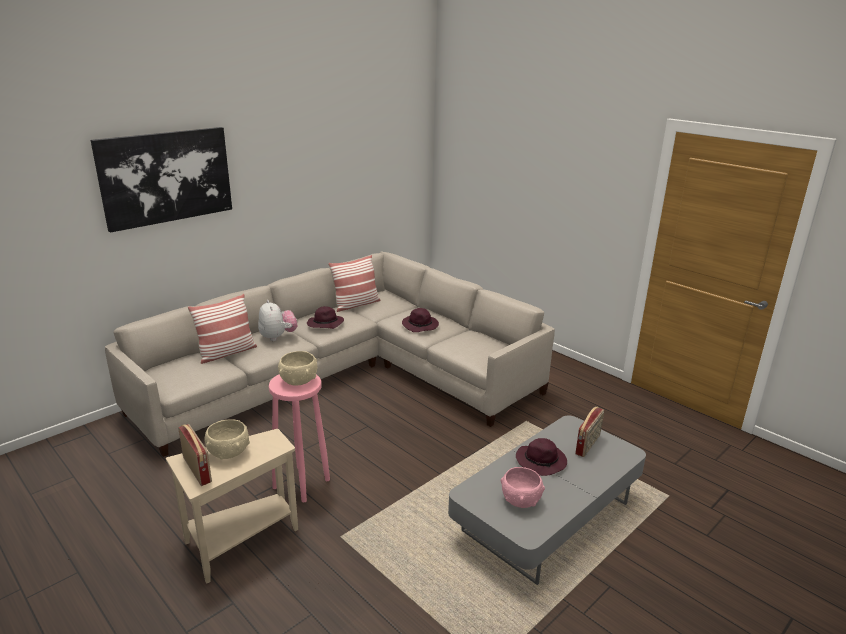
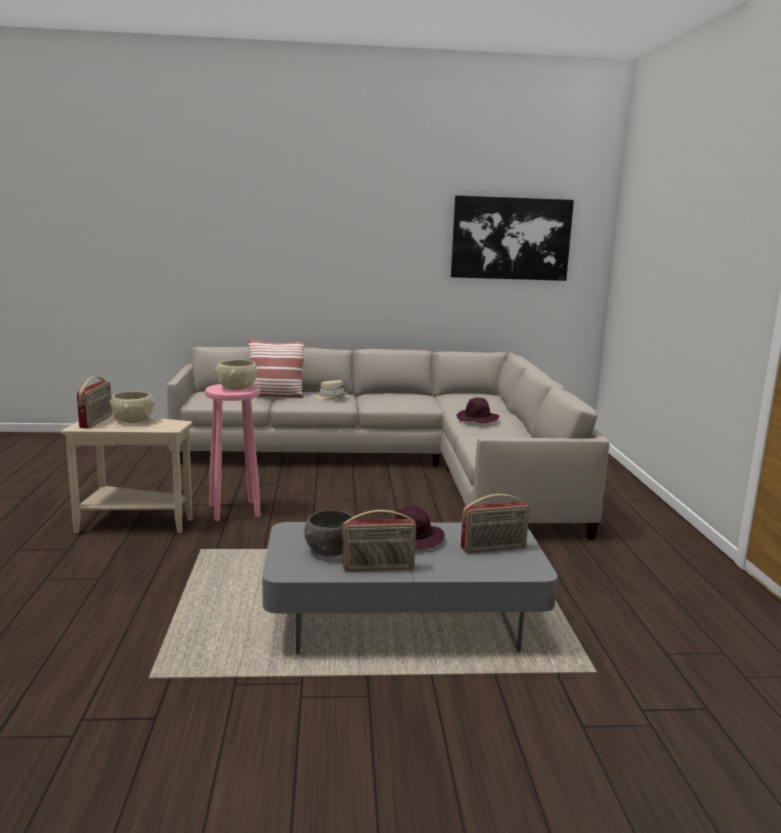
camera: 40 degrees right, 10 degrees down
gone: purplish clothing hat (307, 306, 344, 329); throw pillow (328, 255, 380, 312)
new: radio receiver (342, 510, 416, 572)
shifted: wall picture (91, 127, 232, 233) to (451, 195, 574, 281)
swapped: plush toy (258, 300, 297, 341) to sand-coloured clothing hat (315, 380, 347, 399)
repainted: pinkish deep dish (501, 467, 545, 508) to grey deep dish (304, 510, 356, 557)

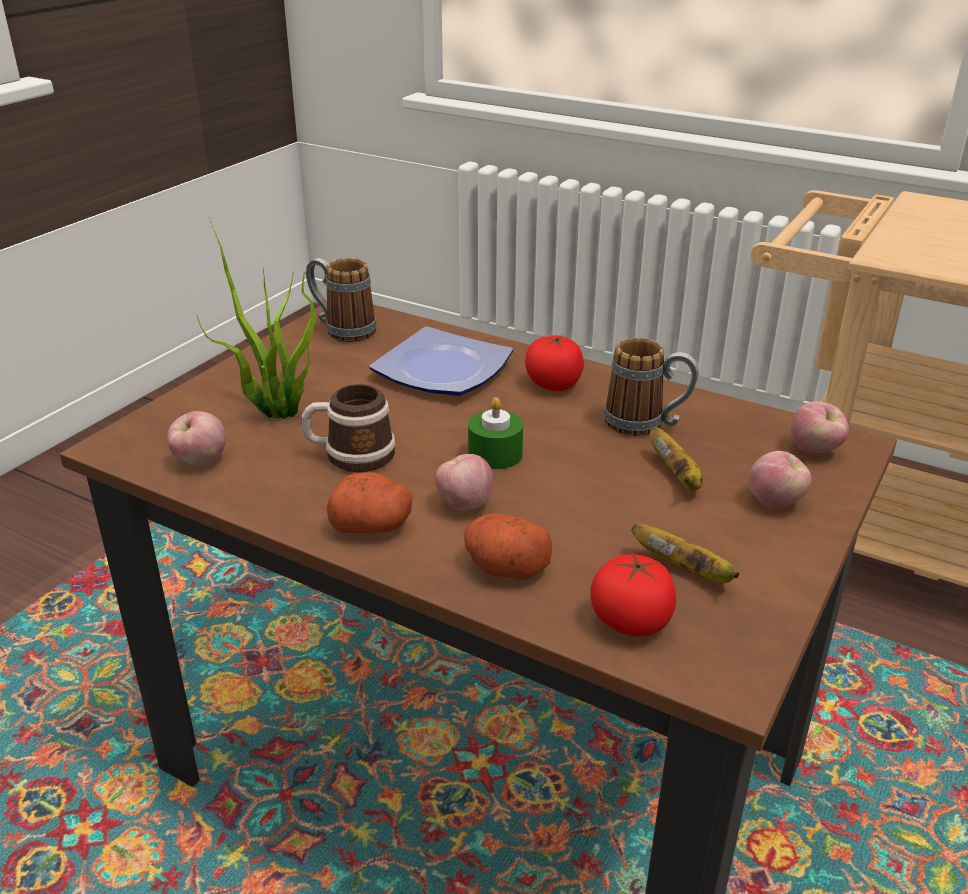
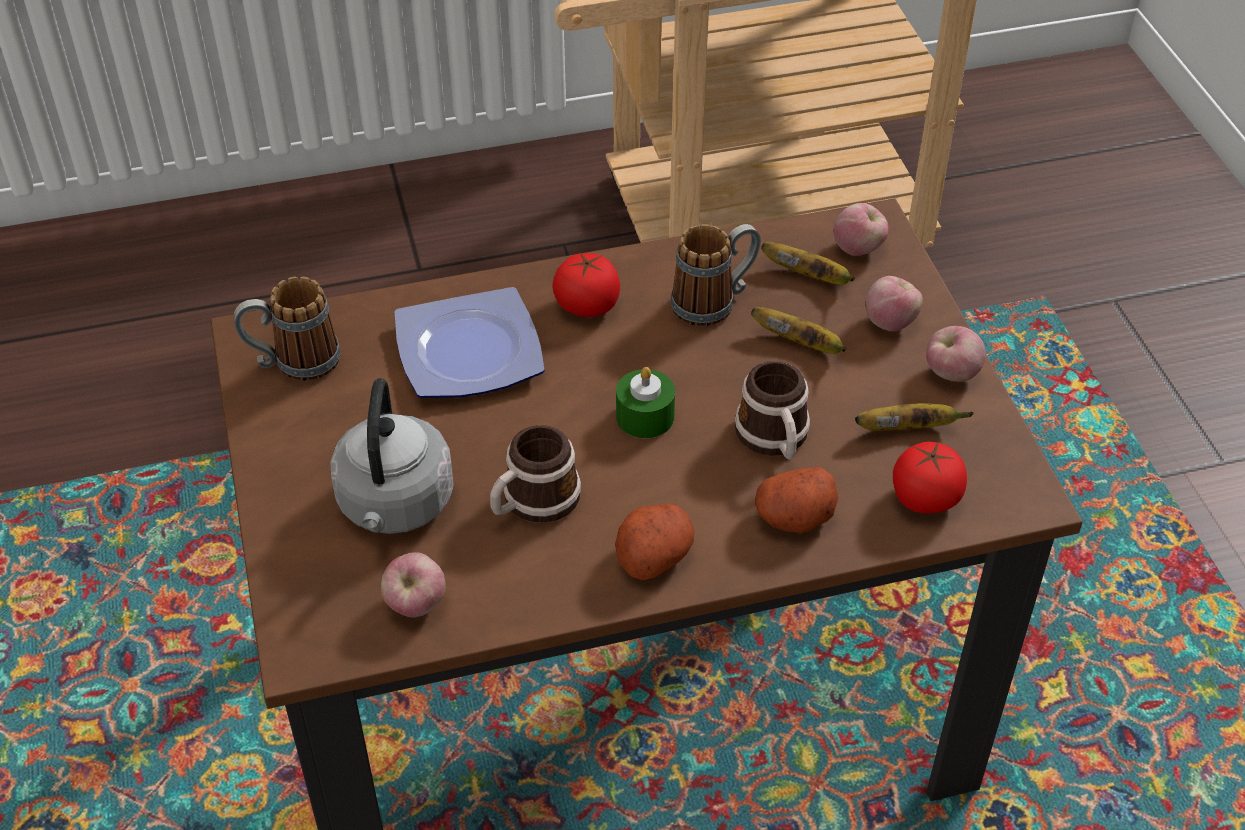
camera: 45 degrees left, 15 degrees up
new: coffee mug (735, 361, 810, 460); whole banana (761, 242, 855, 285)
shifted: apple fruit (435, 454, 494, 511) to (926, 326, 986, 382)
swapped: plant in a pot (197, 217, 316, 419) to grey kettle (330, 378, 454, 534)

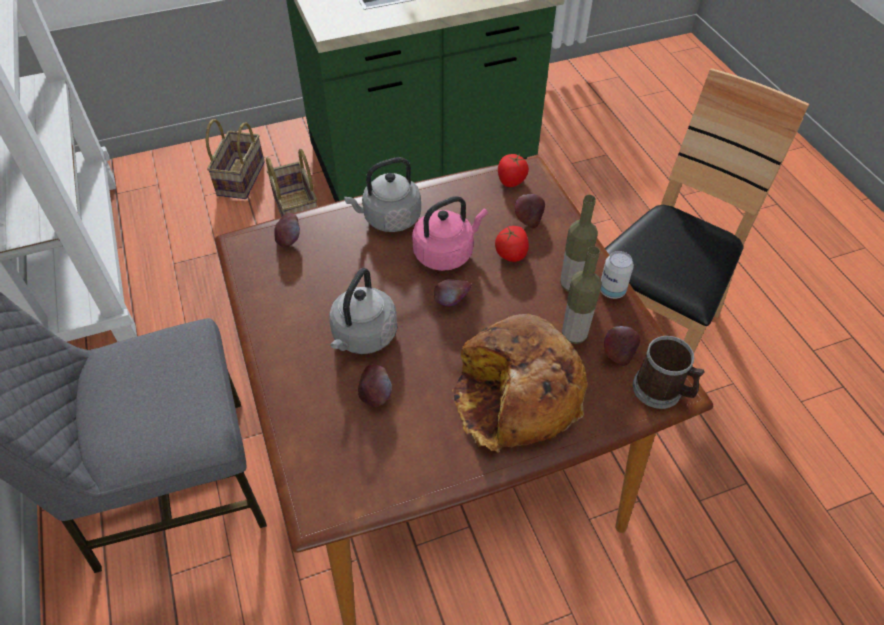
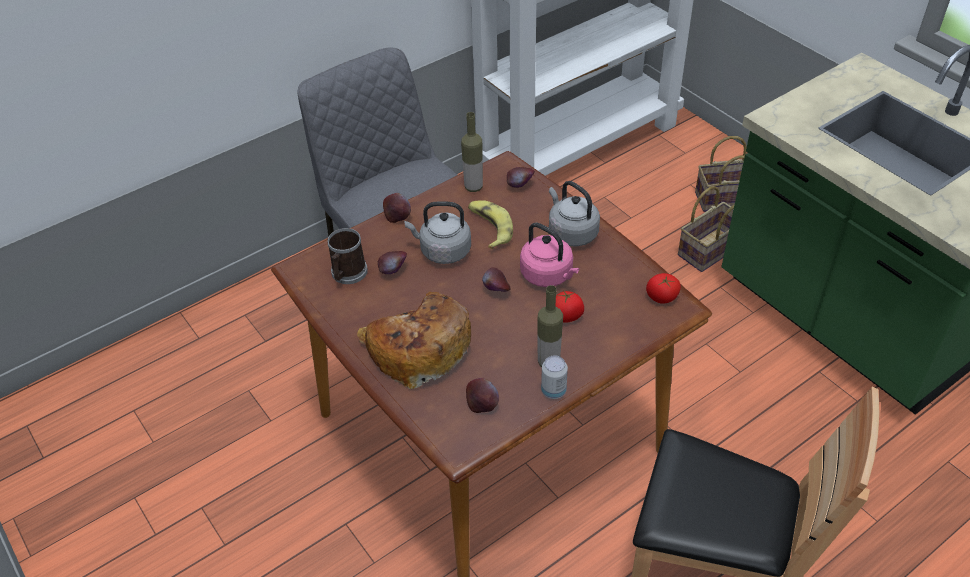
camera: 75 degrees right, 5 degrees down
new: whole banana (468, 200, 513, 249)
shifted: apple fruit (515, 194, 545, 228) to (383, 193, 411, 223); drink bottle (562, 246, 602, 344) to (461, 112, 483, 192); coffee mug (633, 336, 705, 409) to (327, 228, 368, 284)

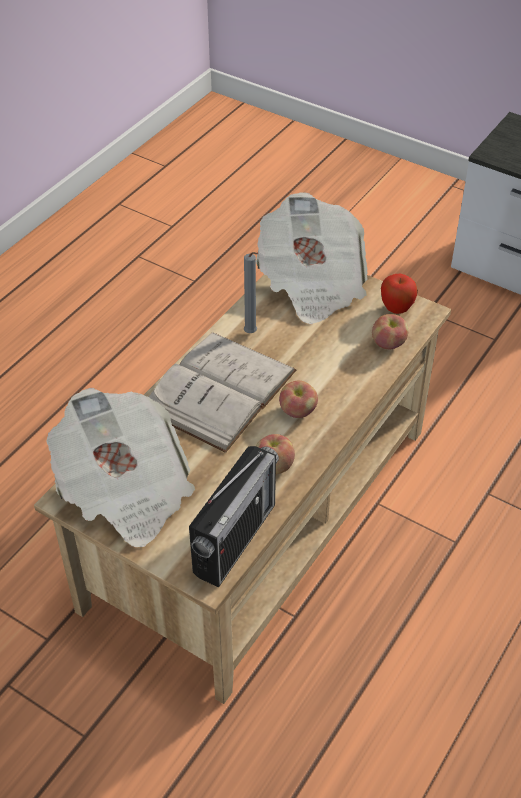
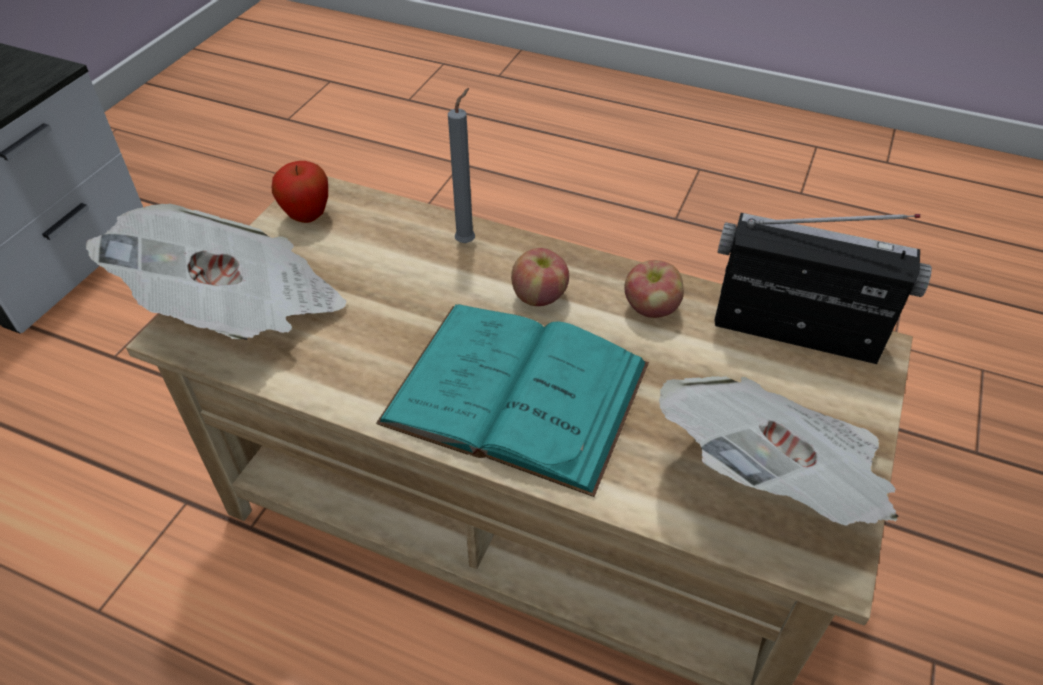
camera: 100 degrees left, 0 degrees up
gone: apple fruit (372, 314, 409, 349)
shifted: grey wax light (244, 252, 258, 333) to (448, 88, 475, 243)
repainted: white-coloured bound book (149, 332, 296, 453) to turquoise bound book (376, 304, 649, 497)

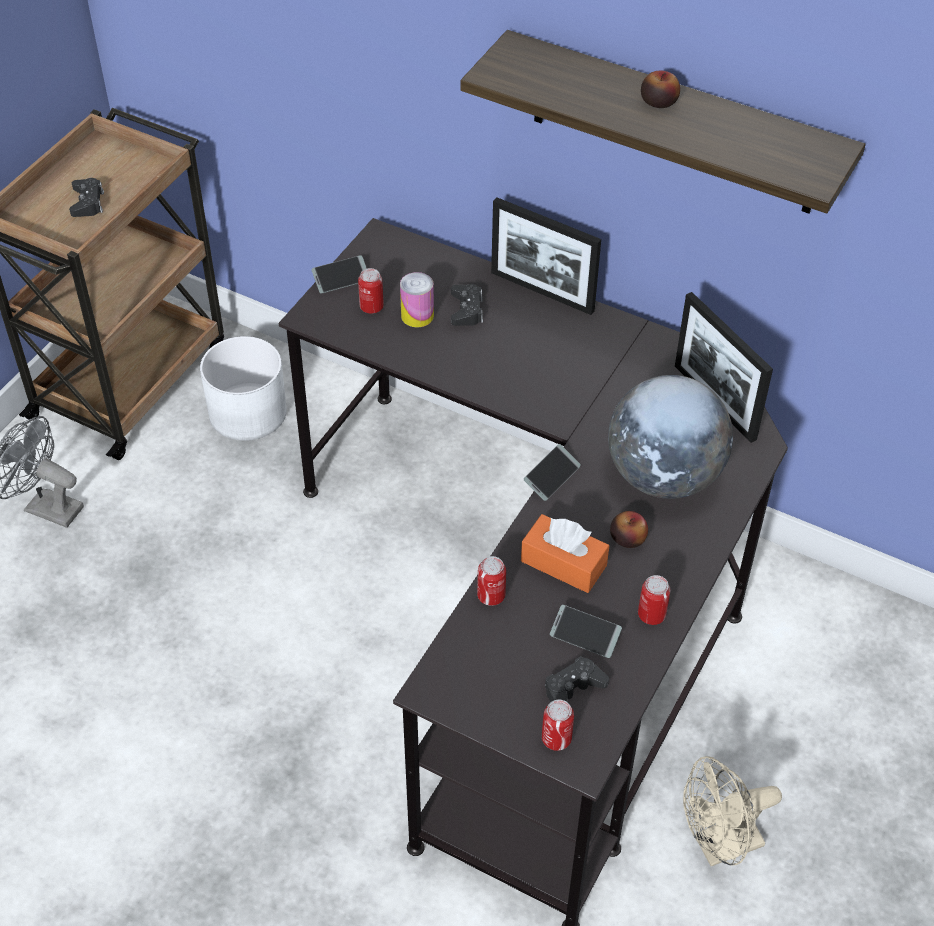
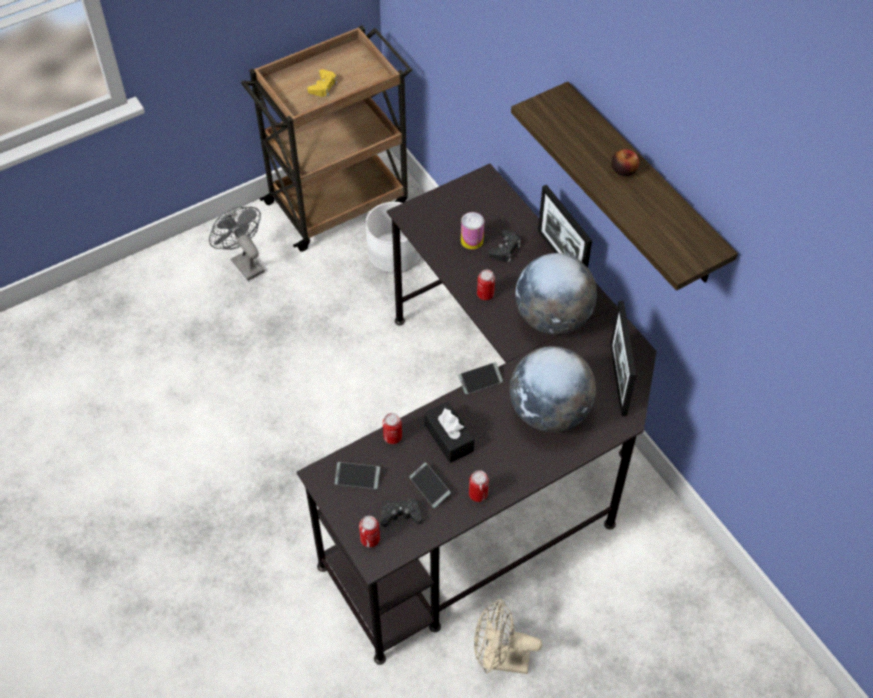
camera: 30 degrees right, 5 degrees up
gone: apple fruit (610, 511, 648, 548)
new: globe (515, 253, 597, 335)
shifted: phone (311, 255, 367, 293) to (335, 462, 380, 489); metal can (358, 268, 384, 314) to (477, 270, 495, 300)
repainted: blackish joypad (69, 178, 104, 217) to yellowish joypad (307, 69, 337, 97); orange-coloured tissue holder (521, 514, 609, 593) to blackish tissue holder (424, 402, 474, 463)

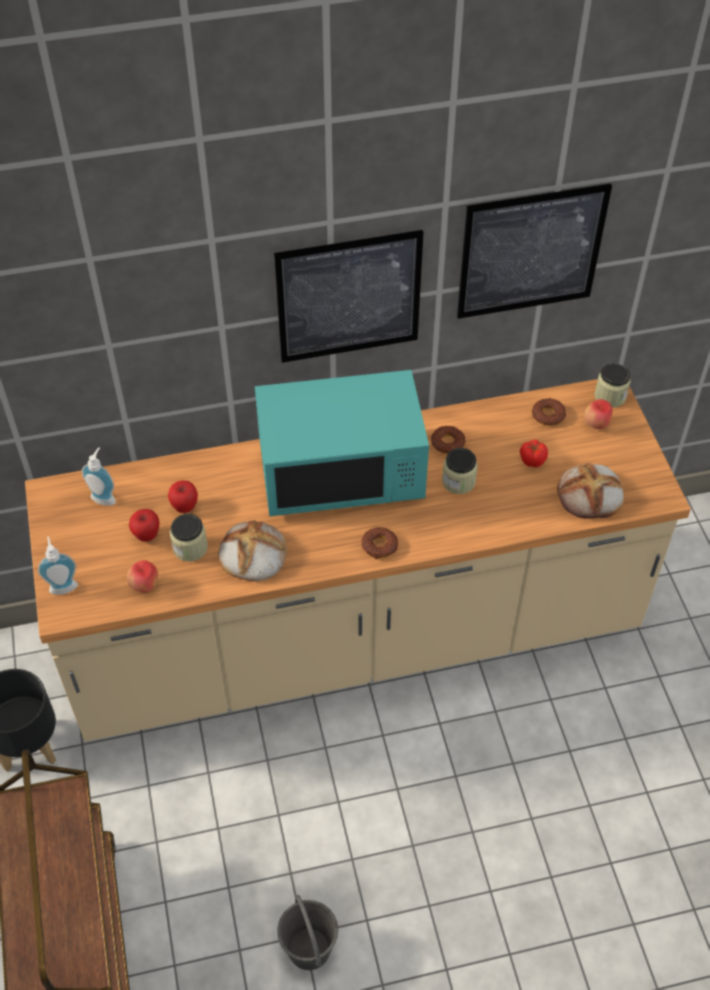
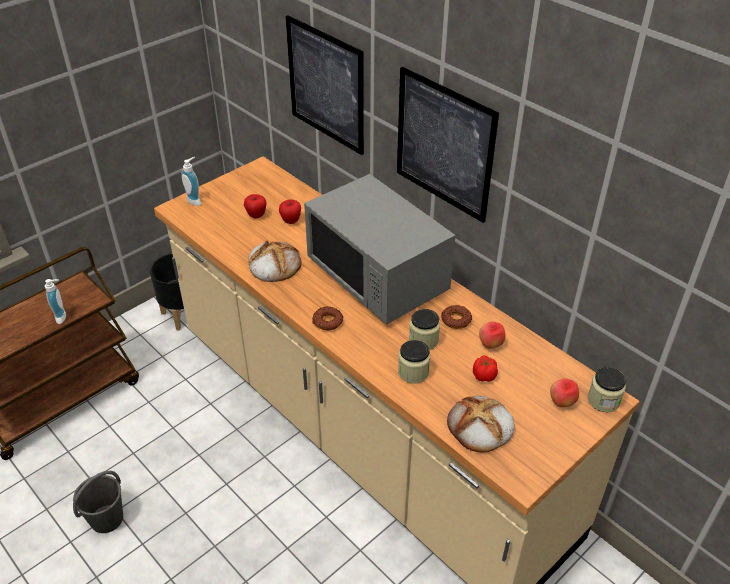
camera: 60 degrees right, 10 degrees down
gone: doughnut (532, 398, 566, 426)
shifted: soap dispenser (82, 448, 116, 505) to (45, 279, 66, 324); apple fruit (127, 560, 158, 593) to (479, 322, 505, 349); preserve jar (170, 514, 208, 562) to (398, 340, 430, 384); wall picture (457, 184, 612, 319) to (286, 15, 364, 155)
repainted: turquoise microwave (255, 370, 429, 516) to grey microwave (304, 174, 456, 325)

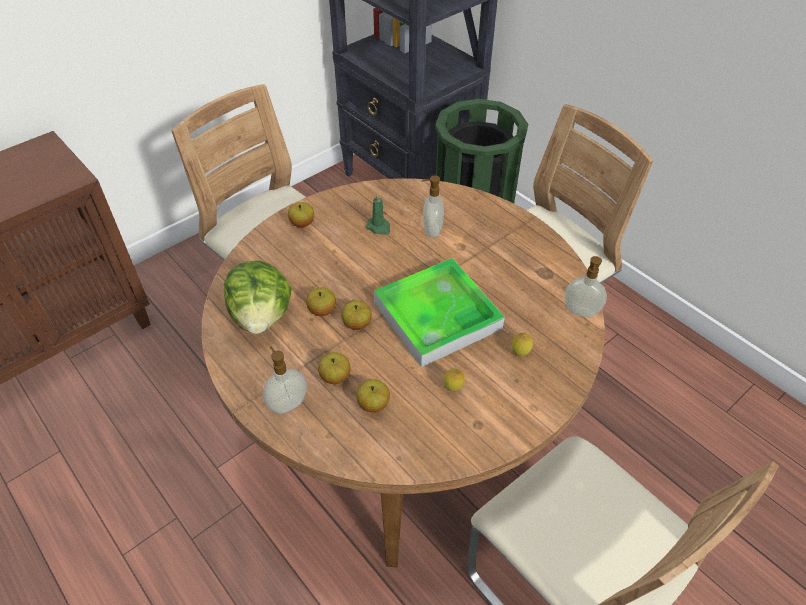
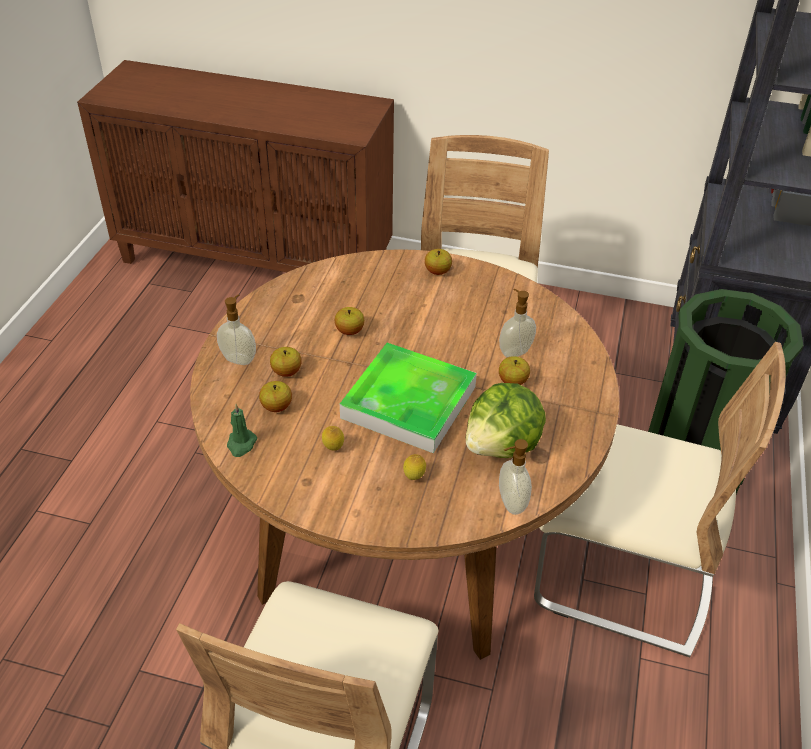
camera: 55 degrees right, 5 degrees down
shifted: lettuce head (224, 261, 292, 334) to (466, 383, 546, 458); apple fruit (341, 300, 372, 330) to (499, 356, 530, 385); green wax light (366, 193, 390, 235) to (227, 404, 257, 457)

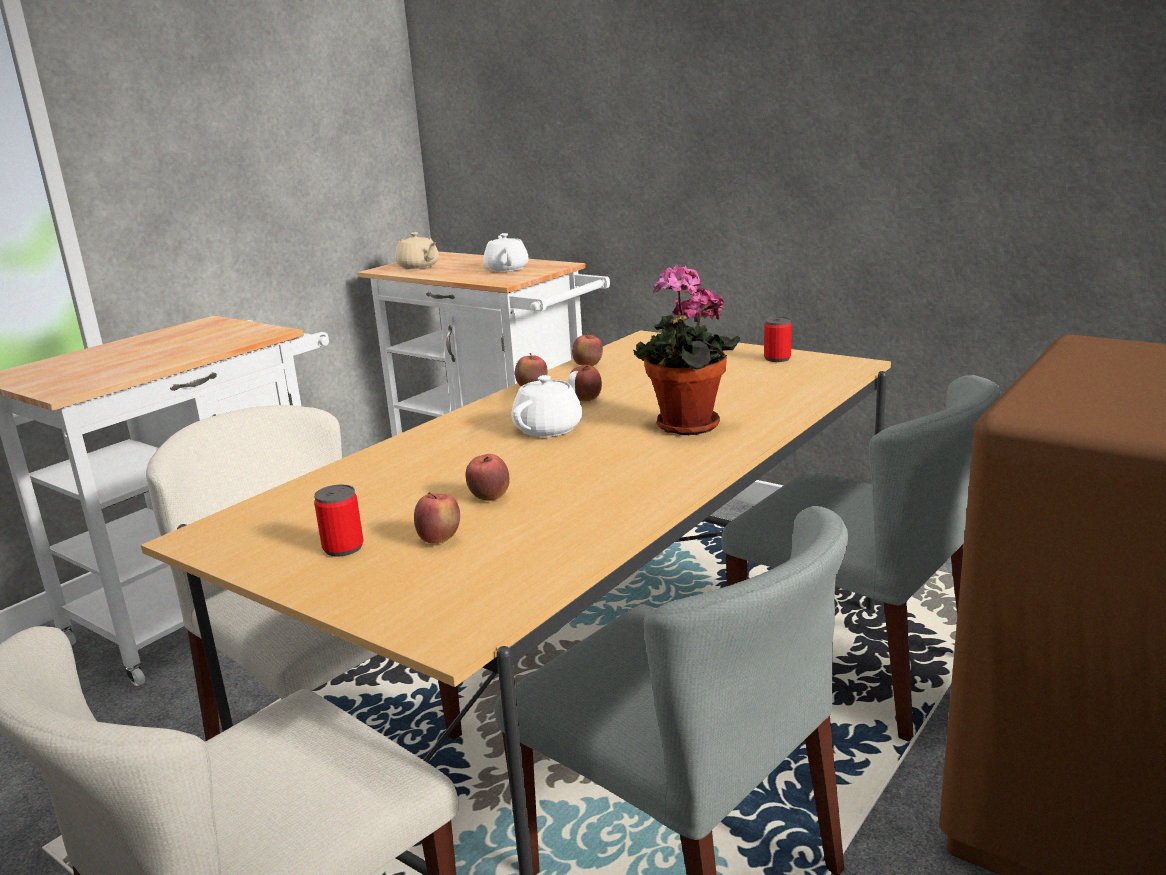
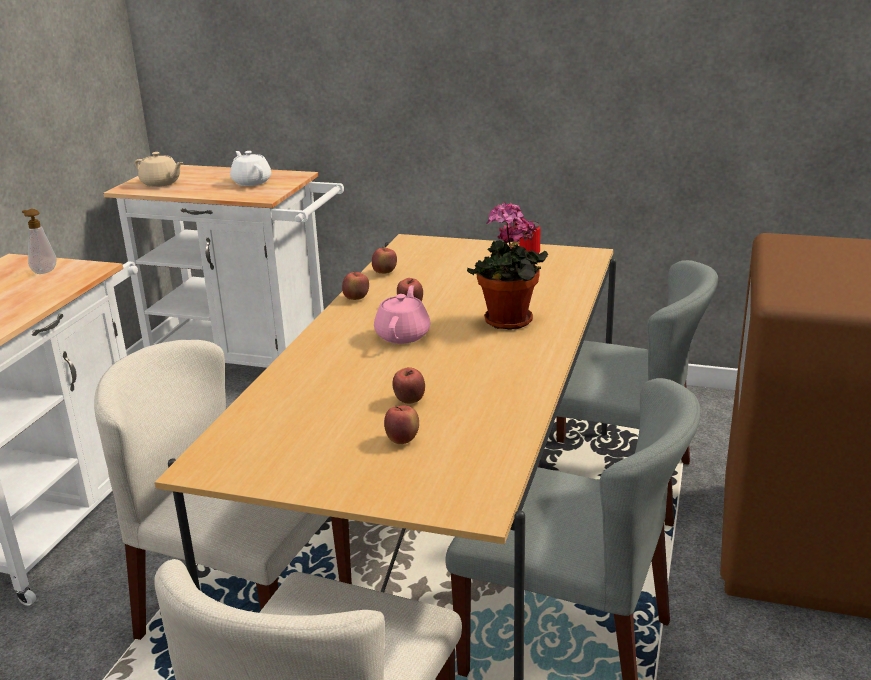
camera: 20 degrees left, 5 degrees up
gone: metal can (314, 485, 363, 557)
new: soap dispenser (22, 209, 57, 274)
repainted: white-coloured tea pot (512, 371, 583, 437) to pinkish tea pot (374, 285, 430, 344)

